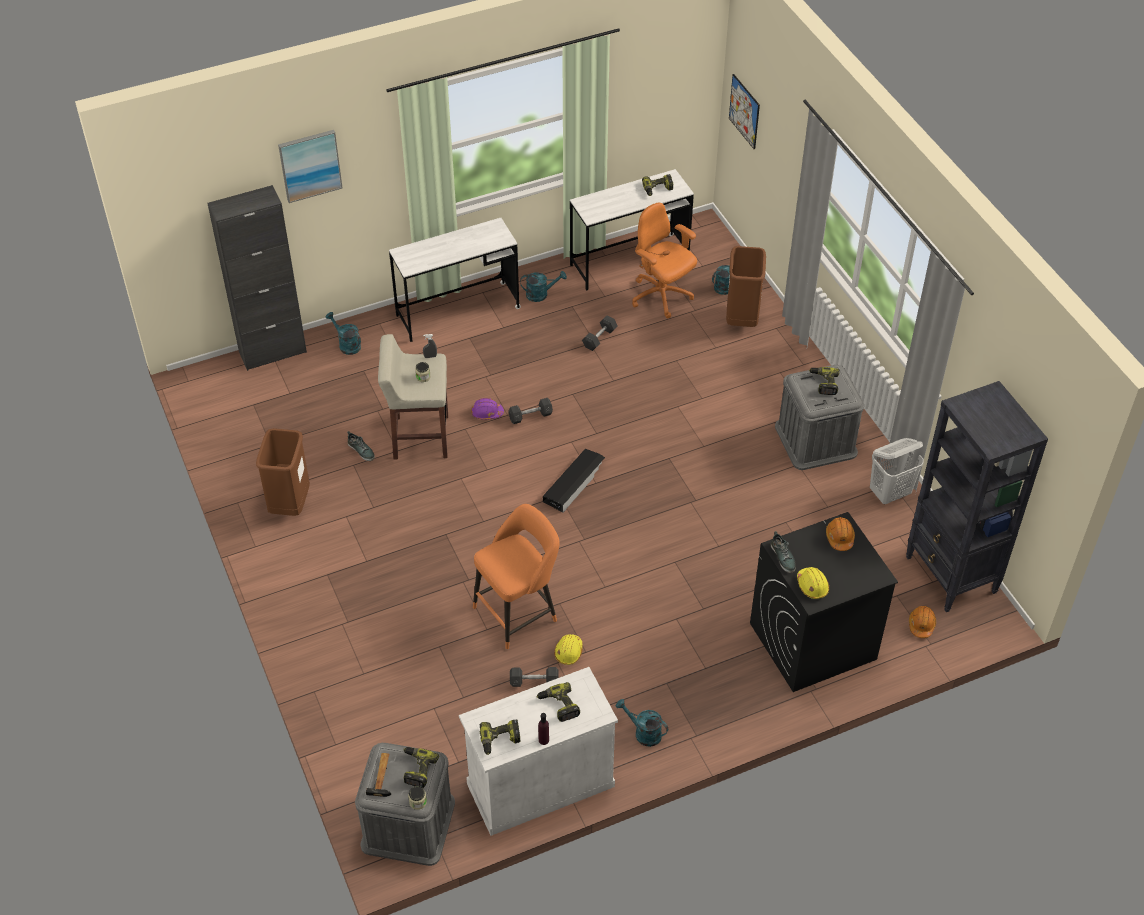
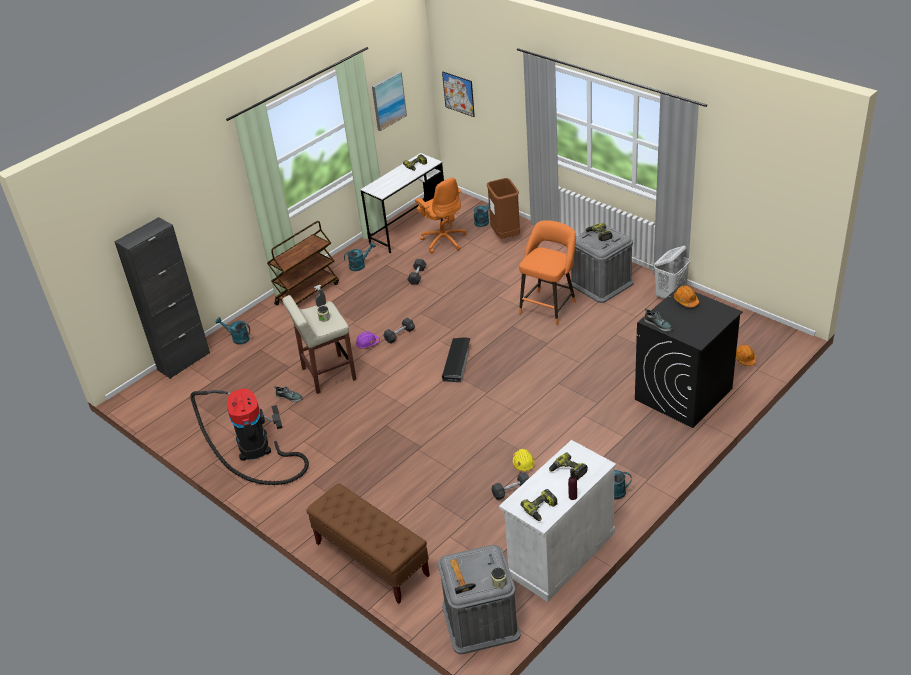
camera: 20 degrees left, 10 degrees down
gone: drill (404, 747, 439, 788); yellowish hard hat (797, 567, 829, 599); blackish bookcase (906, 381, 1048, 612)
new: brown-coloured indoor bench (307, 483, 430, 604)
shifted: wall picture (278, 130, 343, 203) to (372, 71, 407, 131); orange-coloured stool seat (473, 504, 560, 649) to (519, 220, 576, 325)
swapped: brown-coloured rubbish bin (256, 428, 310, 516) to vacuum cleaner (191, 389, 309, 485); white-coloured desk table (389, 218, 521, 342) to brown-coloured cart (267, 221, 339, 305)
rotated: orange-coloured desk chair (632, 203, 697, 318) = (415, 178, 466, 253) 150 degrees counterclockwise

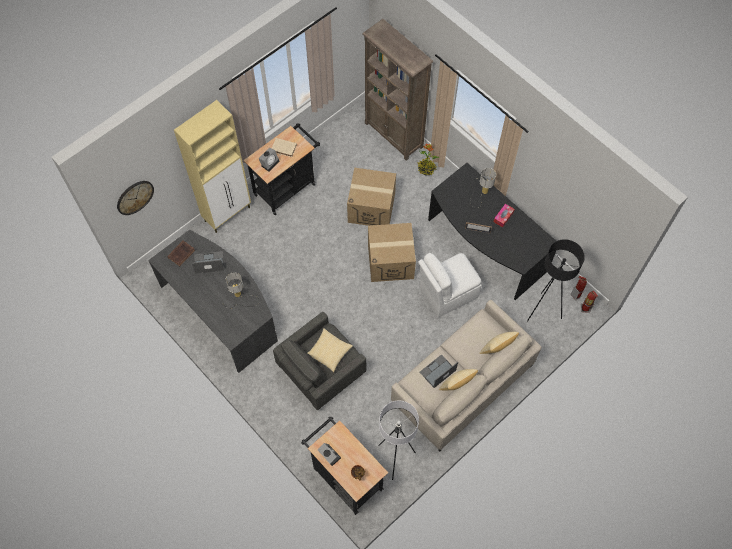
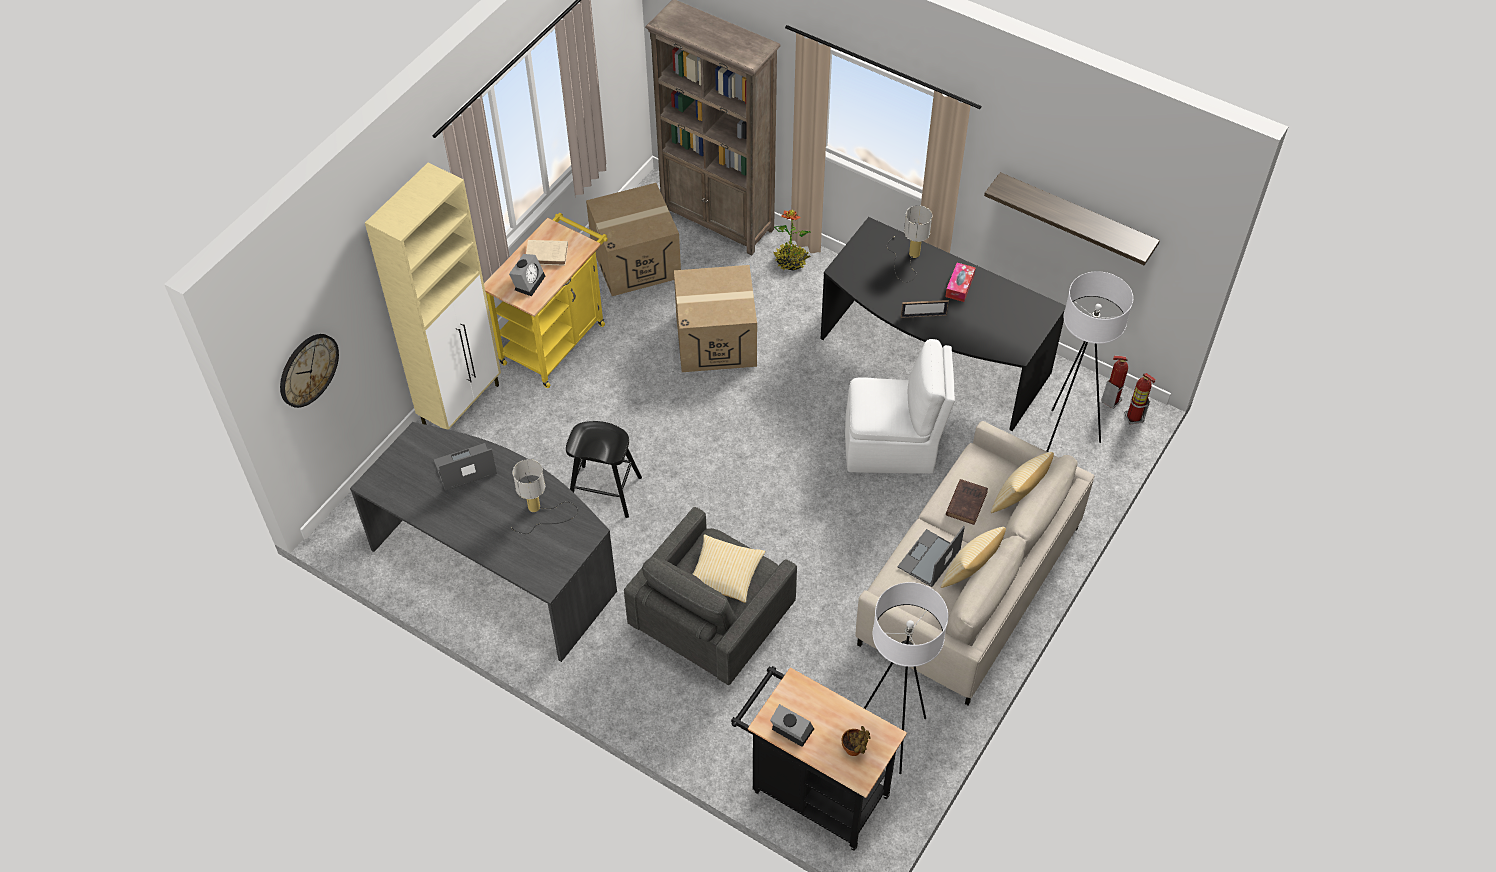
camera: 15 degrees left, 10 degrees down
new: blackish stool seat (566, 421, 642, 518); shelf (984, 172, 1160, 265)
shifted: brown-coloured bound book (167, 240, 195, 266) to (946, 479, 988, 525); carton (368, 223, 416, 282) to (586, 183, 681, 296)
repainted: blackish cart (244, 123, 320, 215) to yellowish cart (484, 213, 608, 388); blackish standard lamp (527, 239, 585, 322) to white-coloured standard lamp (1046, 271, 1133, 452)
rotated: white-coloured chair (418, 253, 482, 318) = (845, 339, 955, 474) 135 degrees counterclockwise

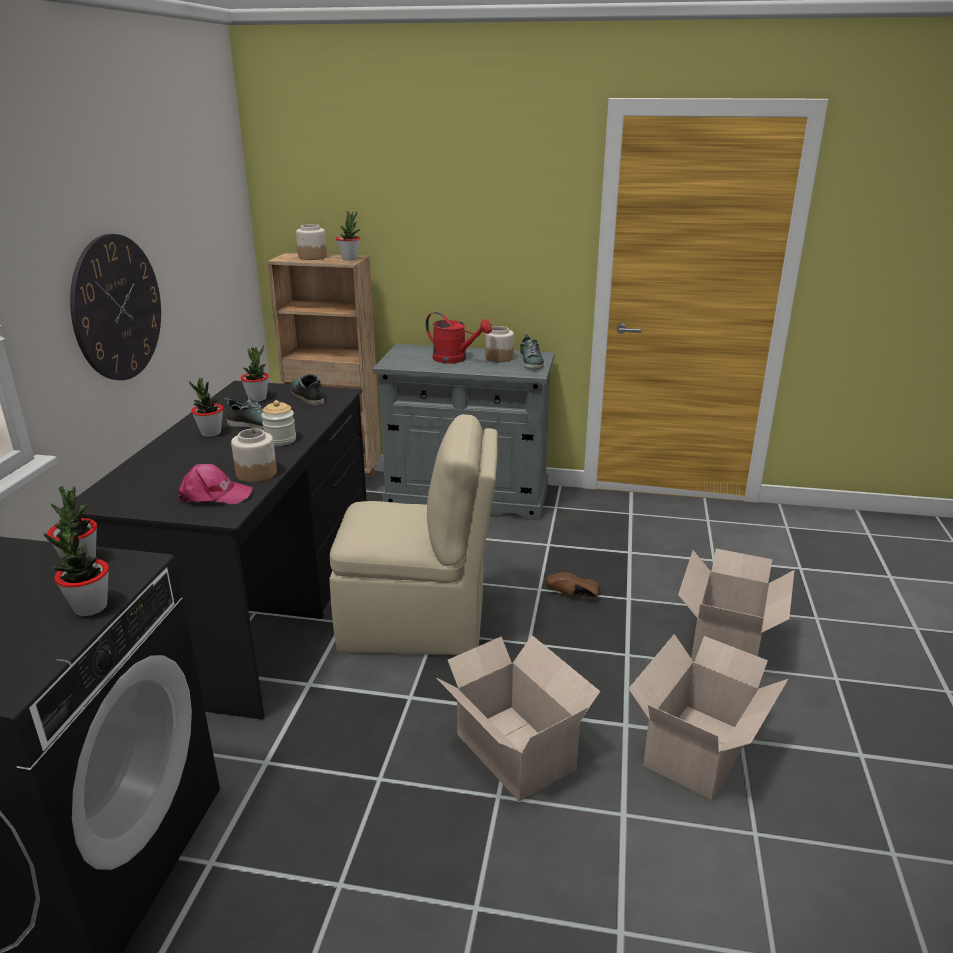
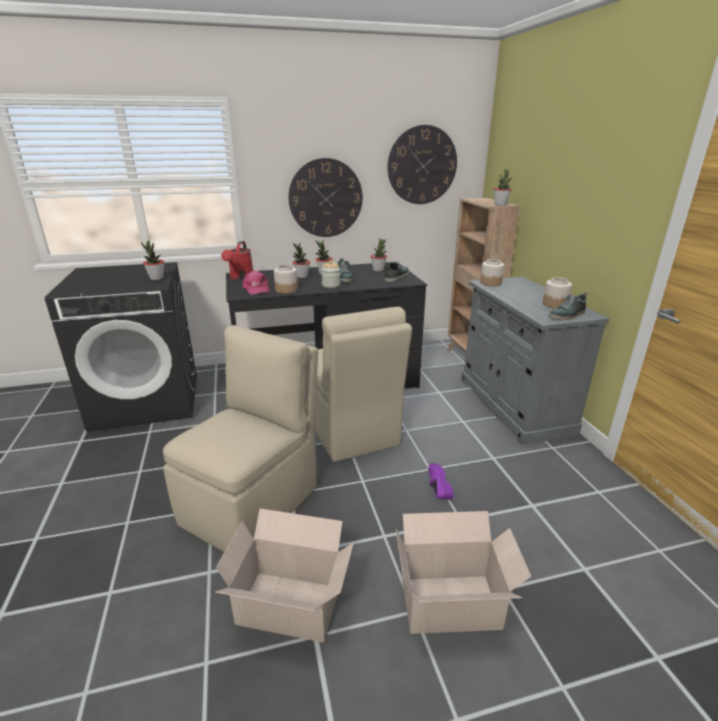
camera: 65 degrees right, 0 degrees up
new: hanging clock (388, 125, 457, 204)
shifted: plant in a pot (44, 526, 109, 616) to (293, 242, 310, 278); preserve jar (296, 224, 327, 260) to (480, 259, 504, 286); reddish watering pot (426, 312, 492, 364) to (221, 241, 253, 280)
swapped: carton (436, 635, 601, 801) to sand-coloured chair (163, 325, 318, 552)
repainted: brown-coloured shoe (545, 572, 600, 599) to purplish shoe (428, 463, 454, 499)

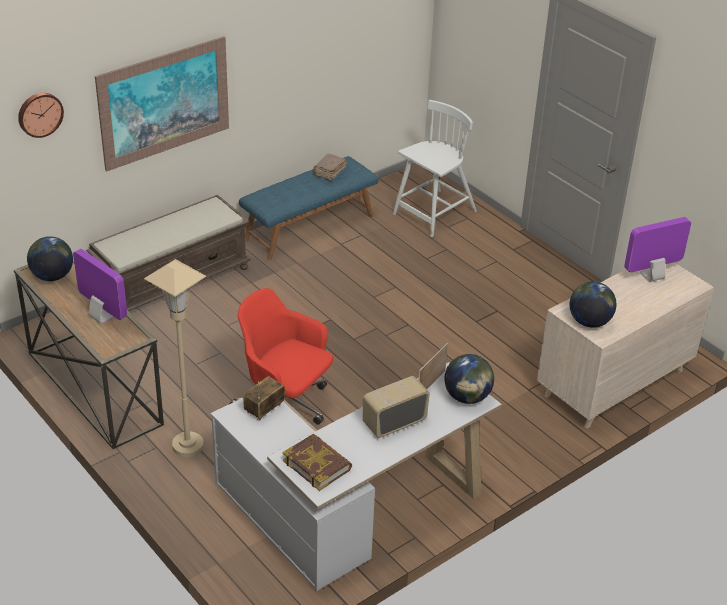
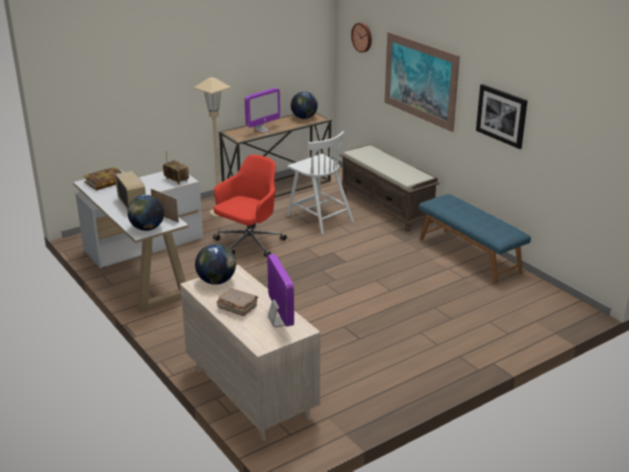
camera: 95 degrees right, 10 degrees down
new: wall picture (476, 84, 528, 149)
shifted: brown-coloured bound book (313, 154, 347, 181) to (217, 288, 258, 316); white-coloured chair (393, 100, 477, 237) to (287, 131, 354, 235)

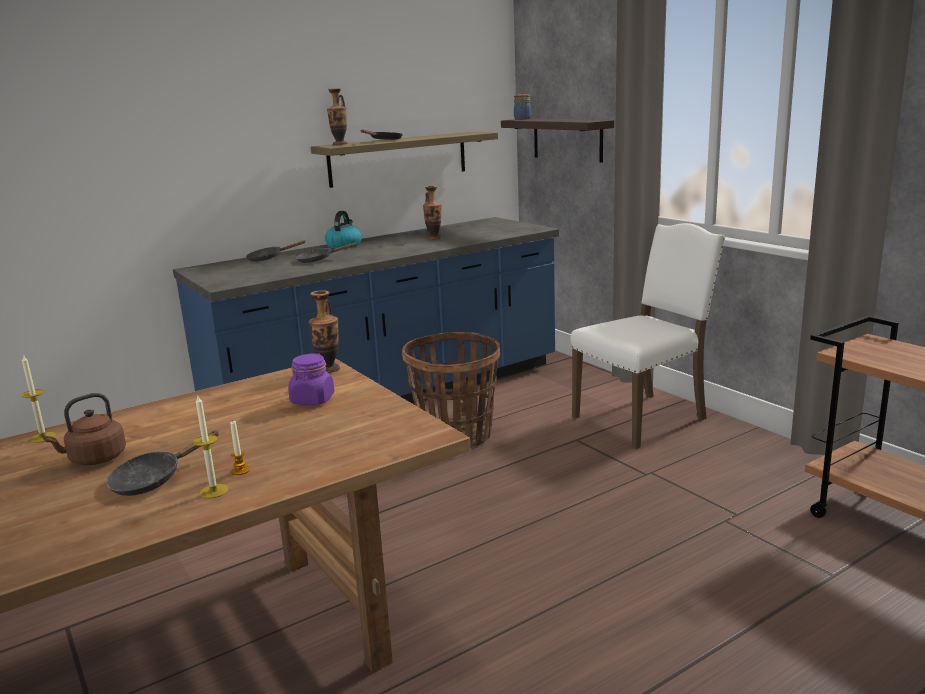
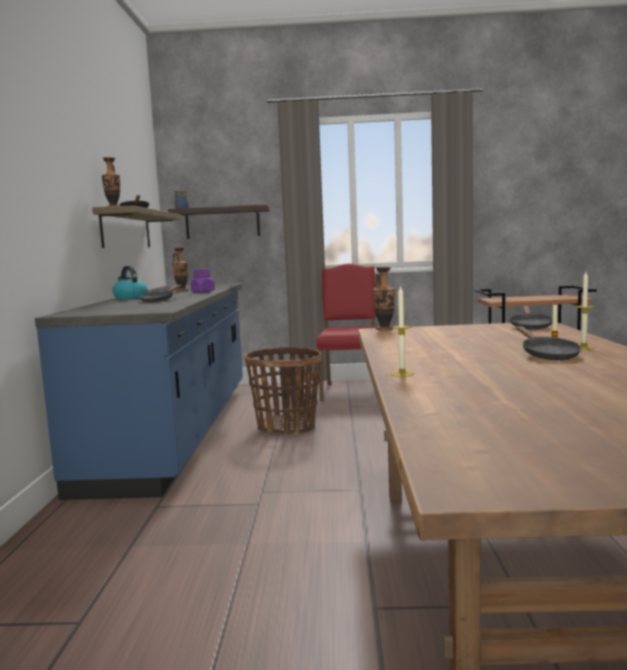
camera: 55 degrees left, 10 degrees down
gone: brown-coloured kettle (43, 393, 126, 465)
shifted: blackish pan (246, 240, 305, 262) to (509, 305, 553, 330); purplish preserve jar (288, 353, 334, 405) to (191, 269, 215, 293)
repainted: white-coloured chair (571, 223, 725, 449) to reddish chair (316, 264, 376, 401)

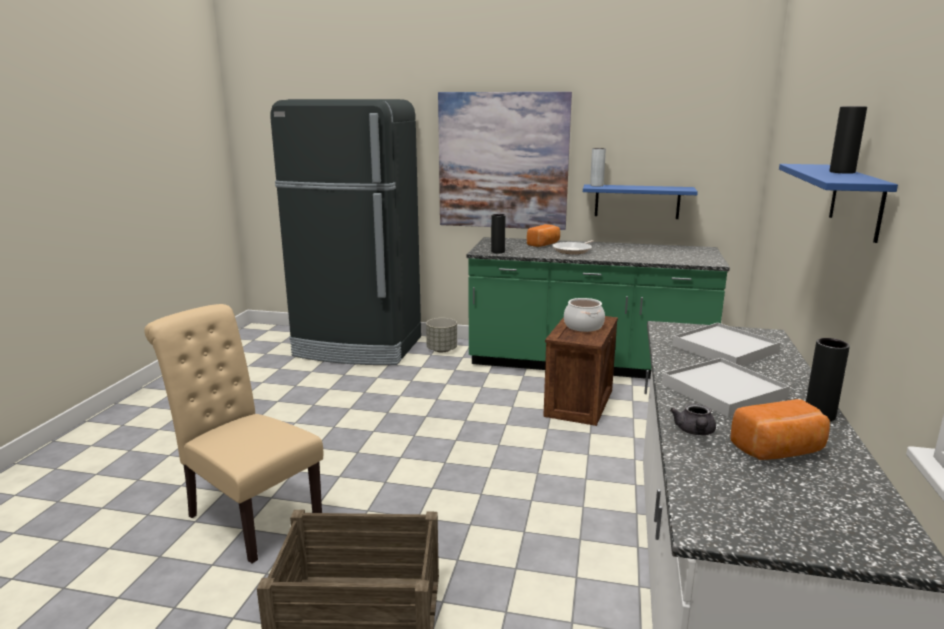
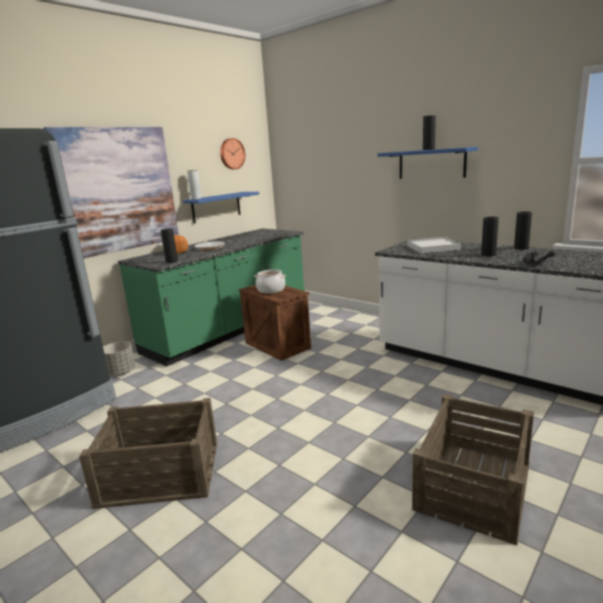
camera: 60 degrees left, 0 degrees up
gone: sand-coloured chair (144, 304, 323, 563); baked bread (731, 399, 830, 460)
new: packing crate (79, 398, 217, 509); hanging clock (220, 138, 245, 169)
swapped: white-coloured serving tray (662, 358, 790, 417) to blackish vase (481, 217, 499, 256)

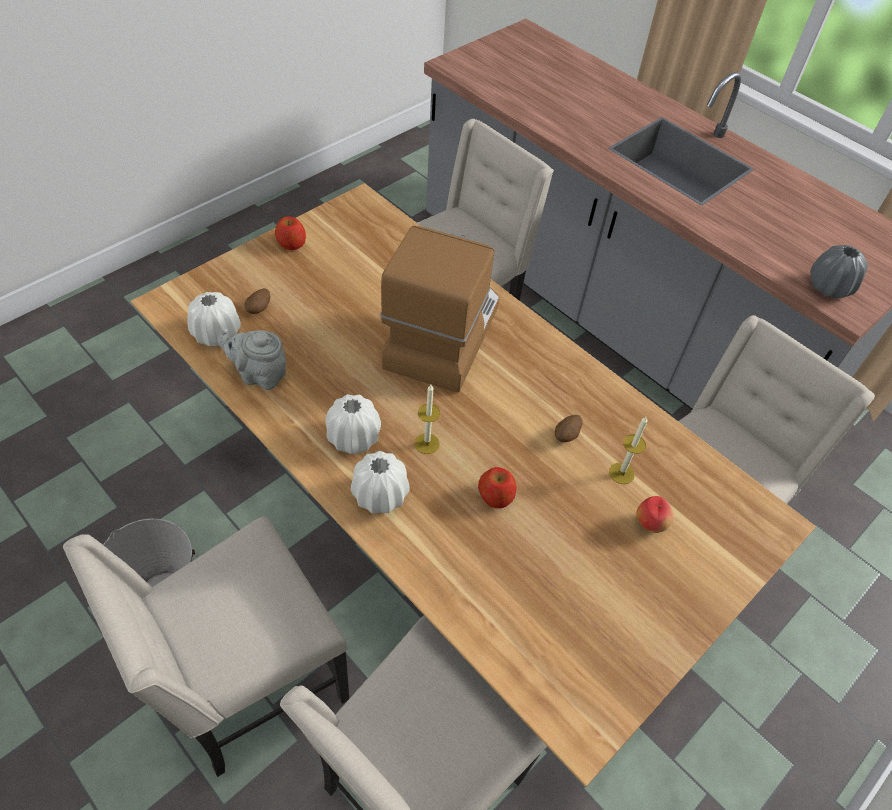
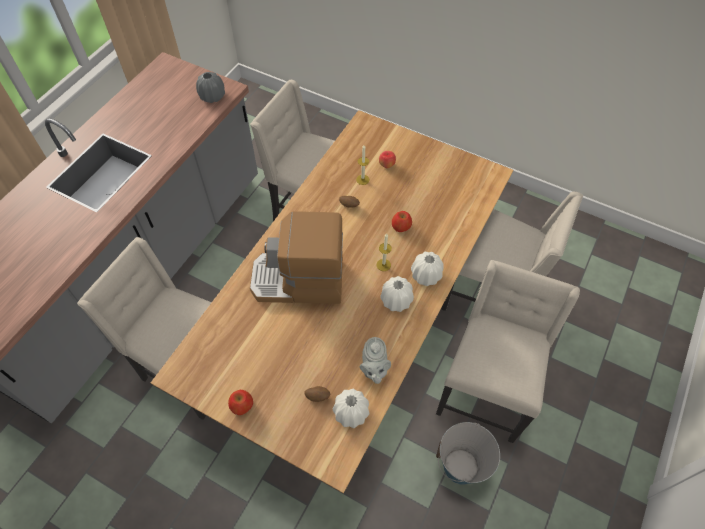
camera: 105 degrees left, 5 degrees up
rotated: sand-coloured chair (63, 516, 349, 777) = (436, 260, 580, 443) 105 degrees counterclockwise

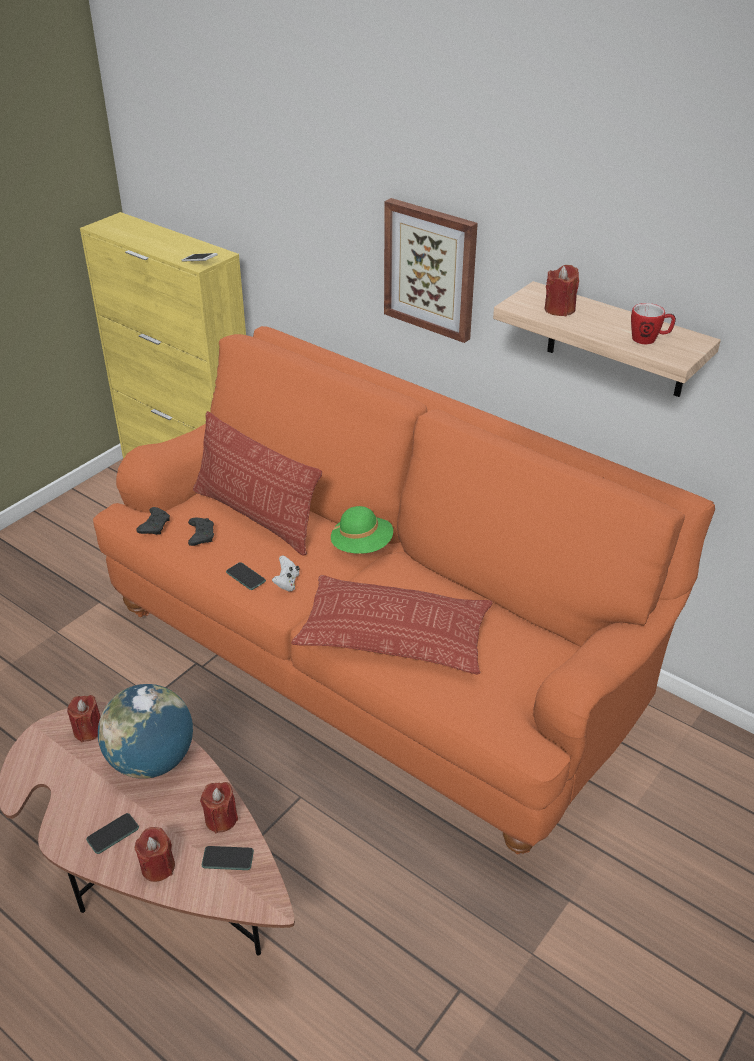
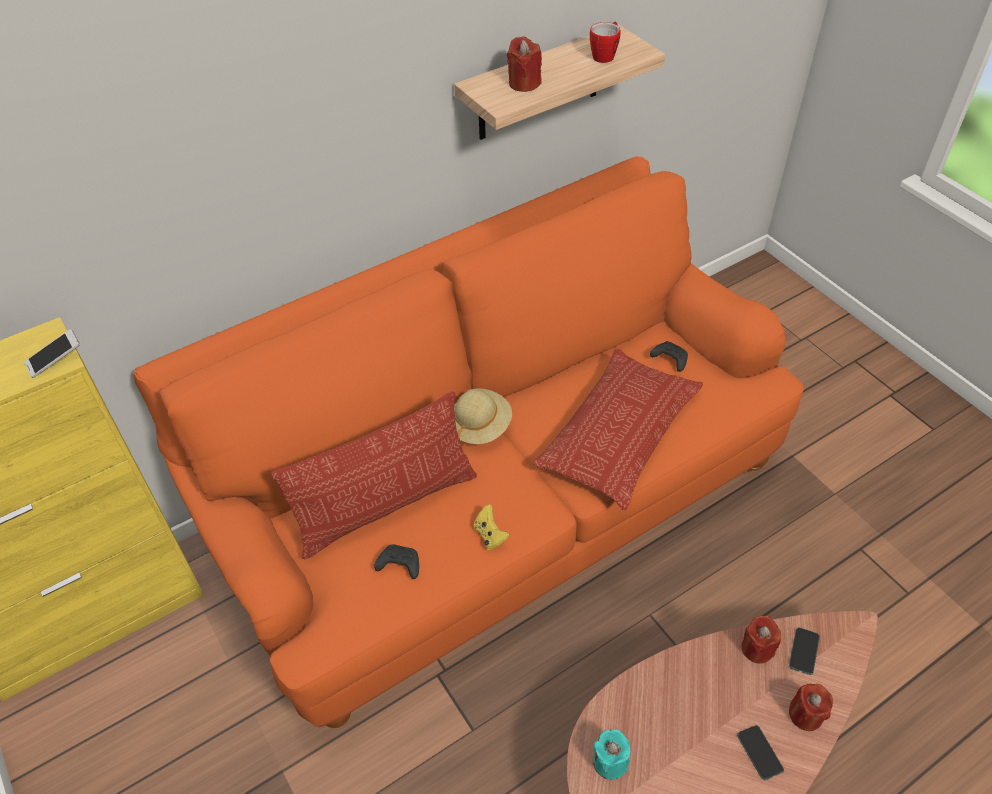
camera: 70 degrees left, 10 degrees up
gone: globe (98, 684, 193, 779); white-coloured joypad (272, 555, 300, 592); wall picture (384, 198, 478, 343)
shifted: blackish joypad (137, 507, 170, 535) to (650, 341, 688, 372)
swapped: phone (226, 562, 266, 590) to yellowish joypad (473, 505, 510, 550)
repainted: reddish wax light (67, 695, 101, 742) to turquoise wax light (593, 729, 631, 780); green clothing hat (331, 506, 393, 554) to sand-coloured clothing hat (454, 388, 512, 444)

